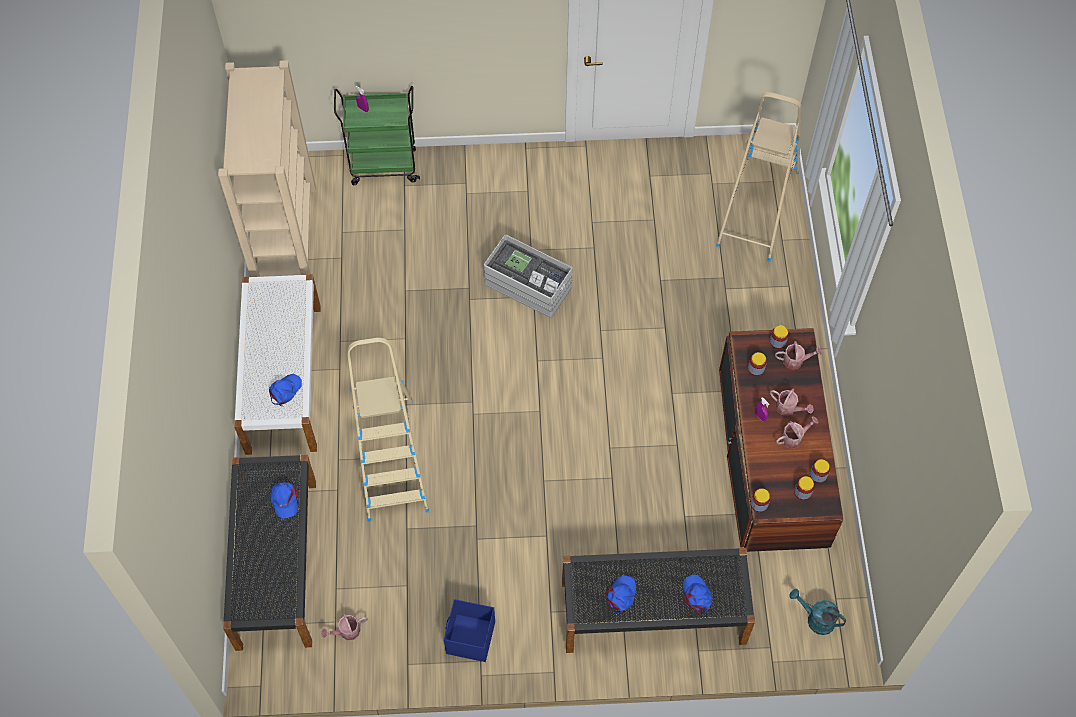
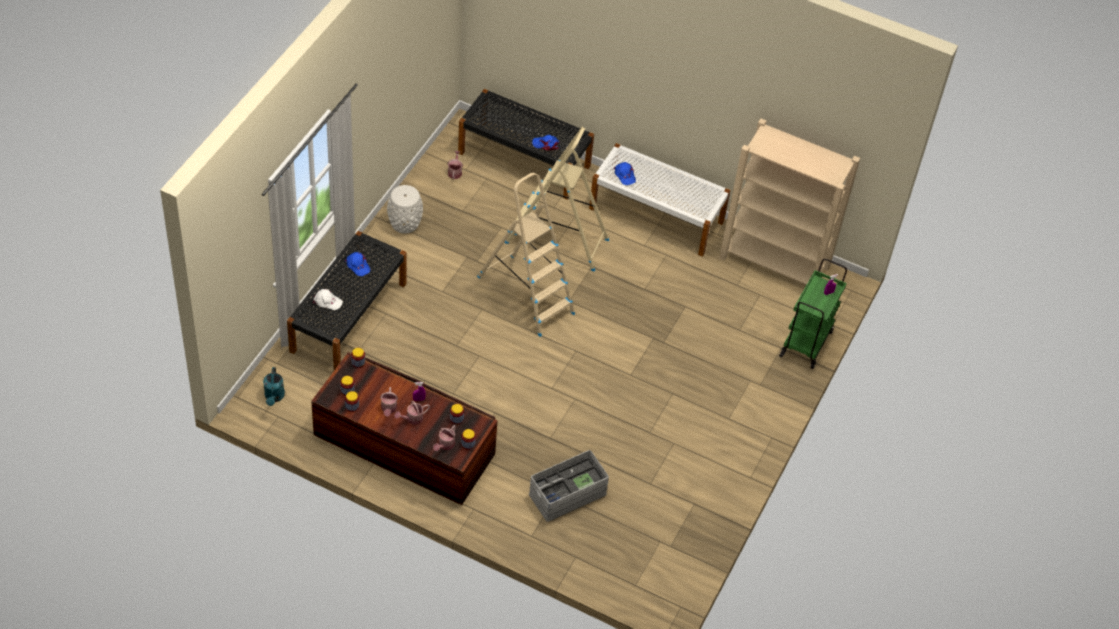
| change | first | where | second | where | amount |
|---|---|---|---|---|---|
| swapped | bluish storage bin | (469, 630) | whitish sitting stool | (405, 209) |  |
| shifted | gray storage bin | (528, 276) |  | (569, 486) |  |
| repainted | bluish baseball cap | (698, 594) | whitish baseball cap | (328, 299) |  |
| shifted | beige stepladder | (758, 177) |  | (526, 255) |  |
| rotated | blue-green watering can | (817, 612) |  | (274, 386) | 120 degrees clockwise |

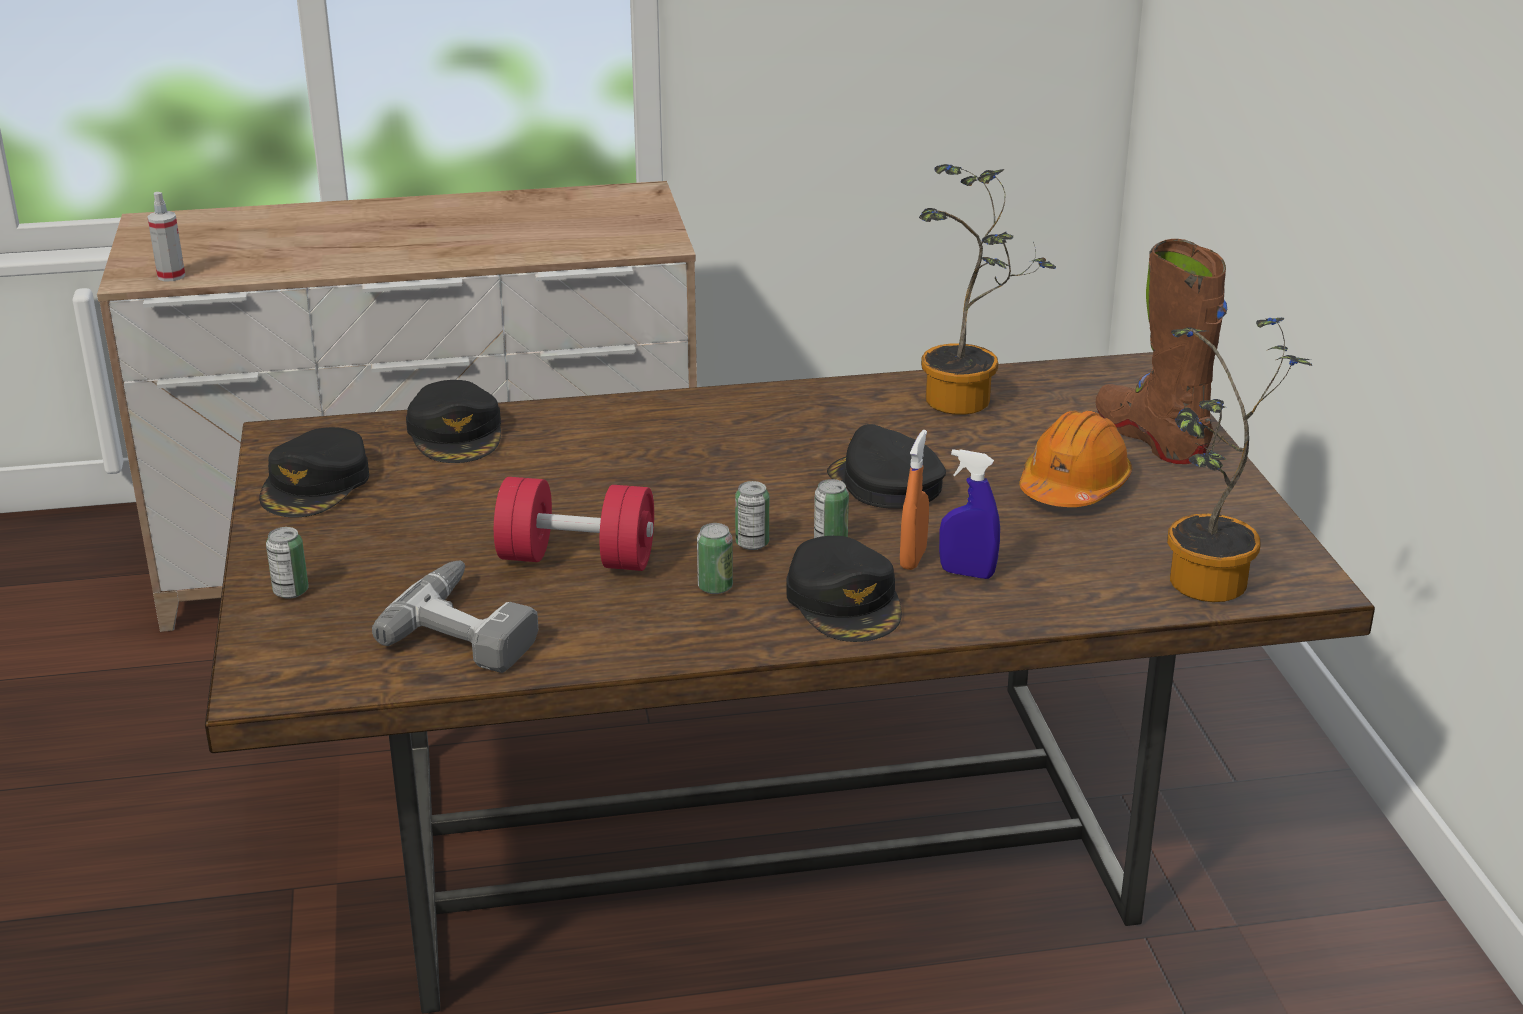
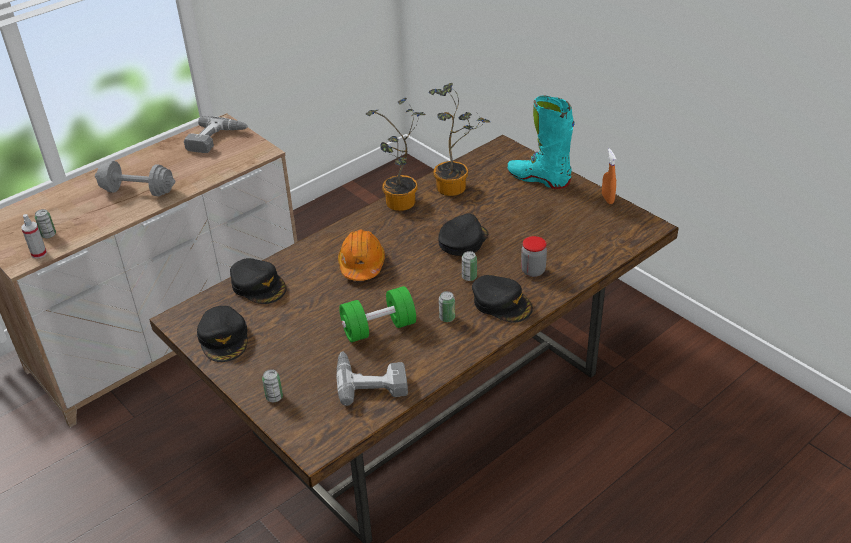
| change | first | where | second | where | amount |
|---|---|---|---|---|---|
| repainted | reddish free weight | (574, 524) | green free weight | (377, 314) |  |
| shifted | sealed can | (752, 515) |  | (45, 223) |  |
| rotated | black baseball cap | (886, 466) |  | (463, 235) | 105 degrees clockwise |
| shifted | orange hand sprayer | (914, 500) |  | (609, 176) |  |
| swapped | bluish hand sprayer | (969, 514) | storage jar | (534, 256) |  |
| shifted | orange hard hat | (1075, 458) |  | (361, 255) |  |
| repainted | brown tall boot | (1161, 351) | blue-green tall boot | (541, 142) |  |
| shifted | houseplant | (1239, 460) |  | (396, 154) |  |
| new |  |  | gray free weight | (135, 178) |  |
| new |  |  | drill | (216, 134) |  |

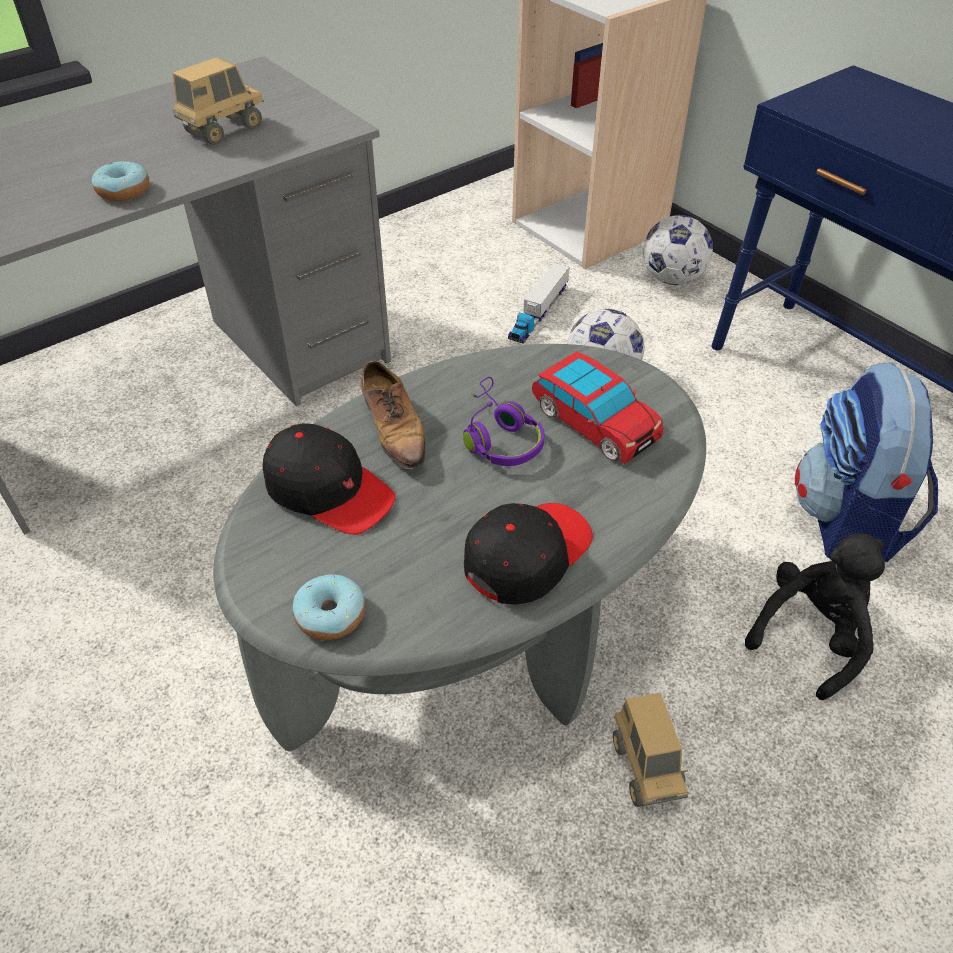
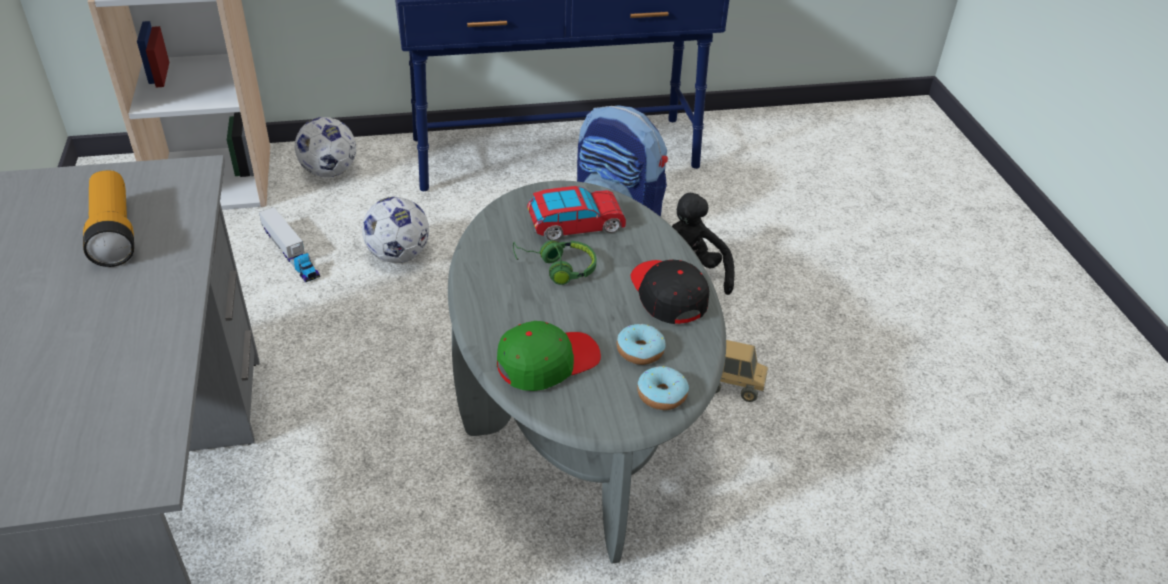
| change | first | where | second | where | amount |
|---|---|---|---|---|---|
| shifted | ring doughnut | (120, 181) |  | (641, 344) |  |
| swapped | model truck | (218, 101) | hand torch | (108, 218) |  |
| repainted | black baseball cap | (329, 479) | green baseball cap | (549, 356) |  |
| gone | shoe | (393, 415) |  |  |  |
| repainted | purple-coloured pair of headphones | (503, 421) | green pair of headphones | (554, 262) |  |

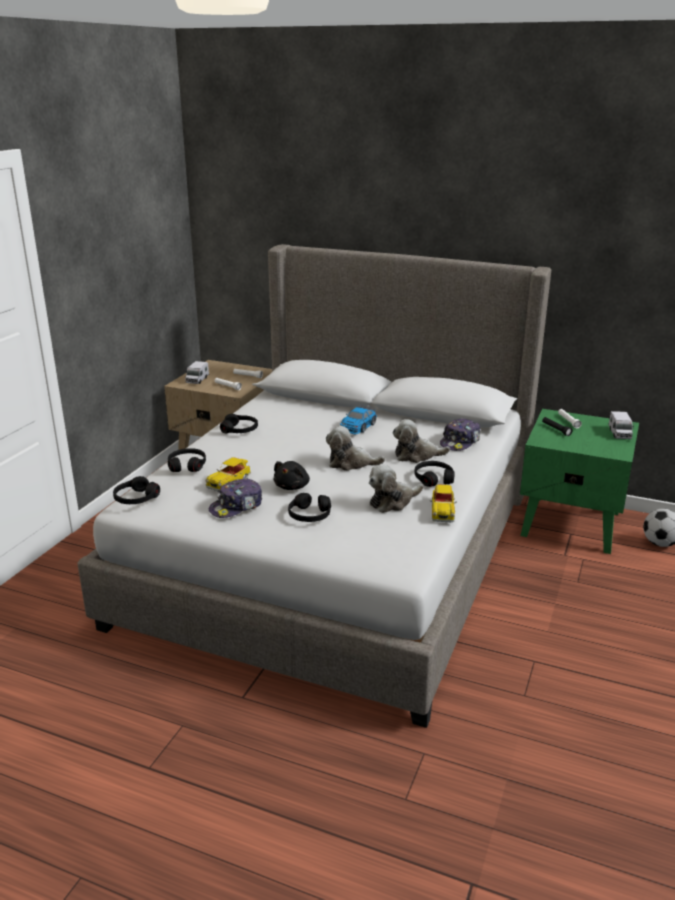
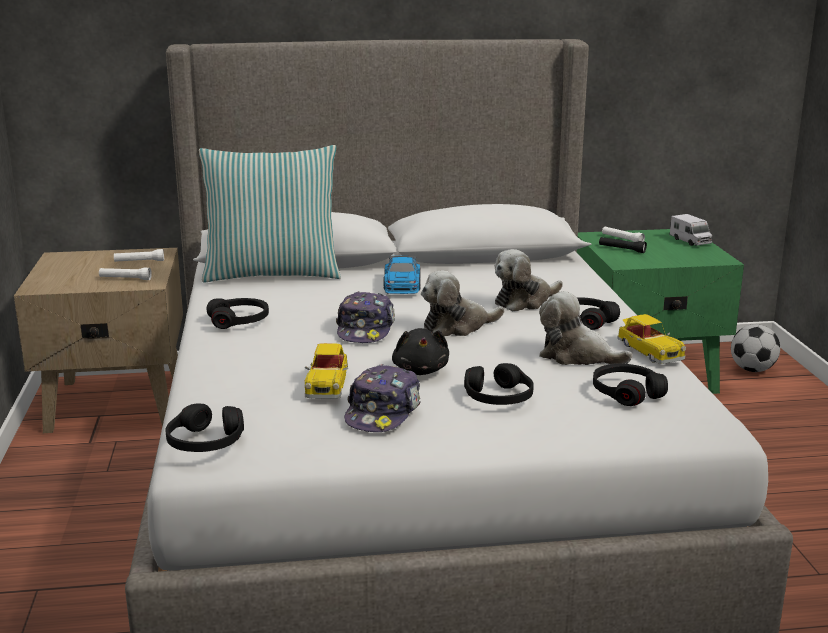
| change | first | where | second | where | amount |
|---|---|---|---|---|---|
| shifted | black pair of headphones | (187, 460) |  | (630, 384) |  |
| gone | model truck | (197, 372) |  |  |  |
| rotated | plush toy | (396, 489) |  | (586, 328) | 90 degrees clockwise |
| shifted | baseball cap | (460, 434) |  | (365, 317) |  |
| new |  |  | cushion | (270, 213) |  |

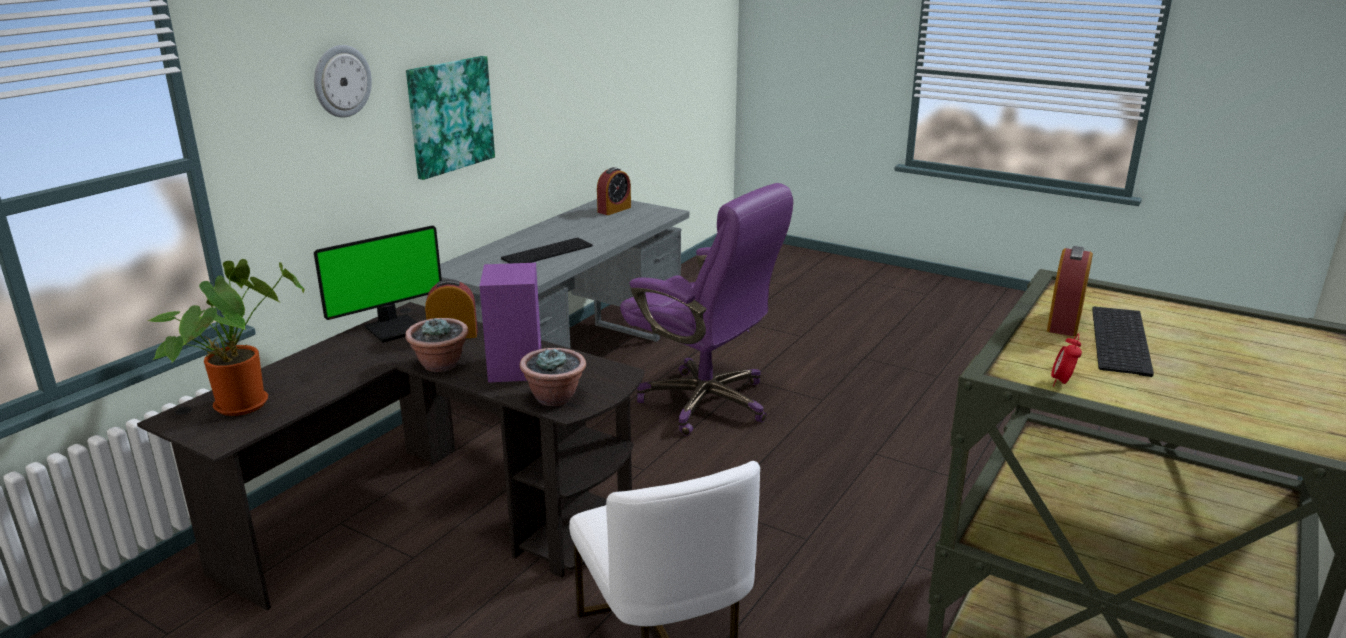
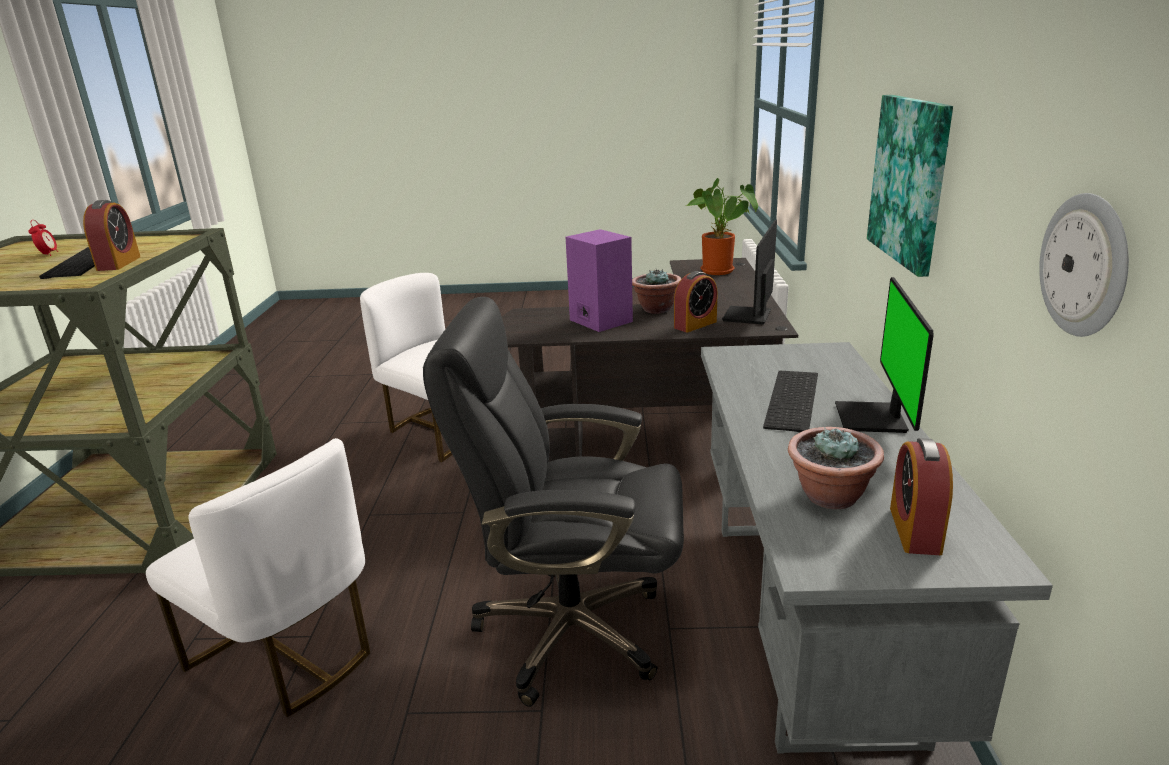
| change | first | where | second | where | amount |
|---|---|---|---|---|---|
| shifted | clock on the wall | (343, 81) |  | (1084, 265) |  |
| shifted | houseplant | (553, 377) |  | (836, 468) |  |
| repainted | purple-coloured office chair | (706, 309) | black office chair | (553, 502) |  |
| shifted | alarm clock | (1066, 360) |  | (44, 238) |  |
| new |  |  | whitish upright chair | (258, 577) |  |
| new |  |  | computer screen | (884, 355) |  |

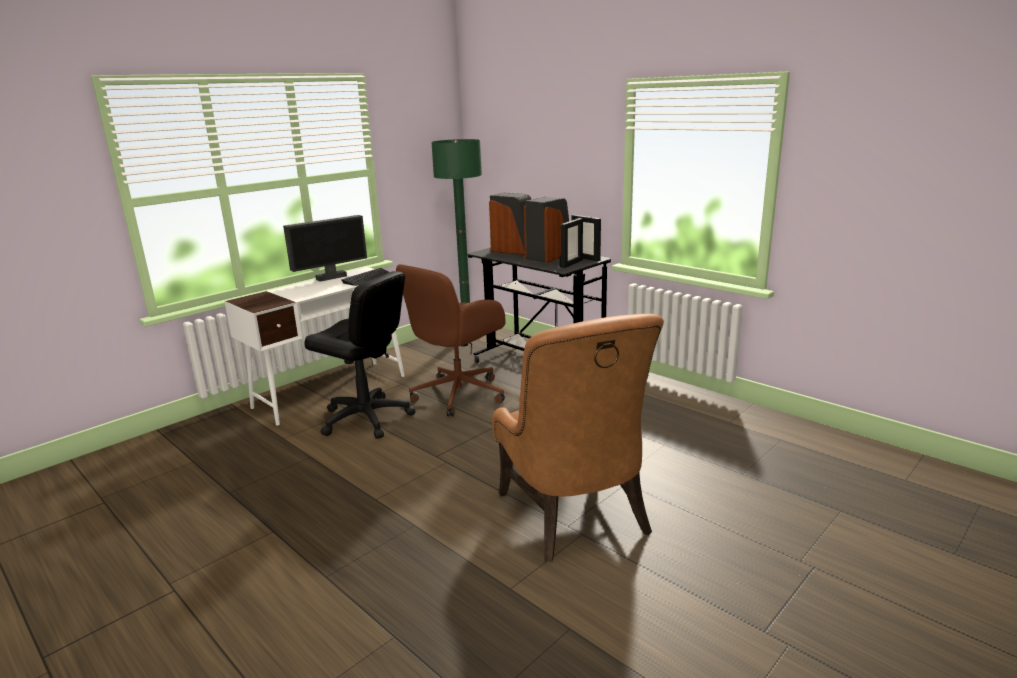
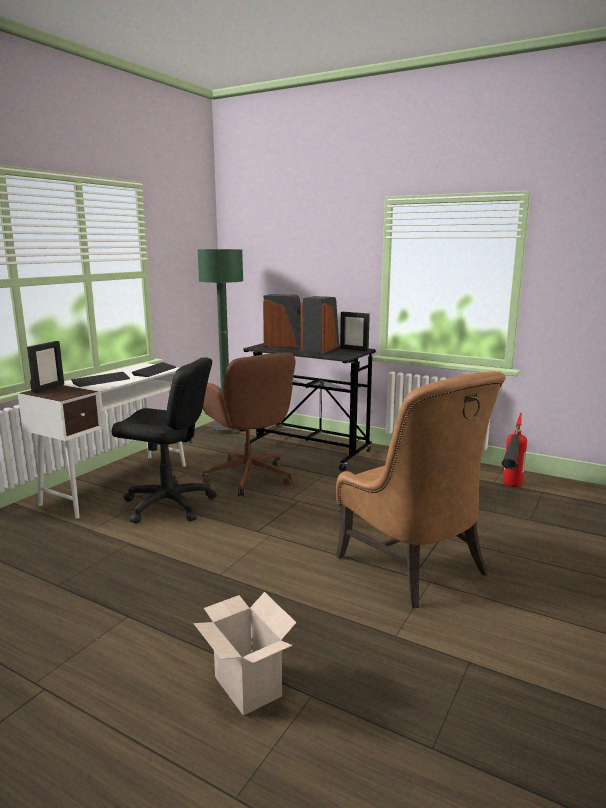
| change | first | where | second | where | amount |
|---|---|---|---|---|---|
| gone | computer screen | (325, 248) |  |  |  |
| rotated | brown office chair | (451, 340) |  | (249, 424) | 60 degrees counterclockwise |
| shifted | photo frame | (571, 243) |  | (45, 367) |  |
| new |  |  | PC keyboard | (100, 379) |  |
| new |  |  | packing box | (245, 654) |  |
| new |  |  | fire-fighting cylinder | (514, 450) |  |

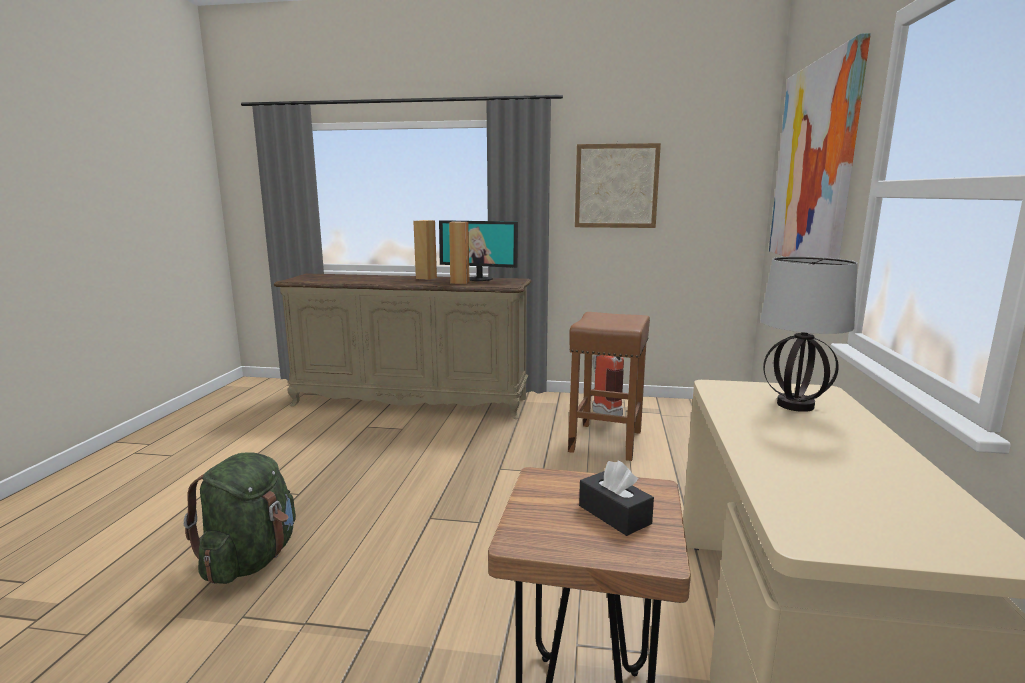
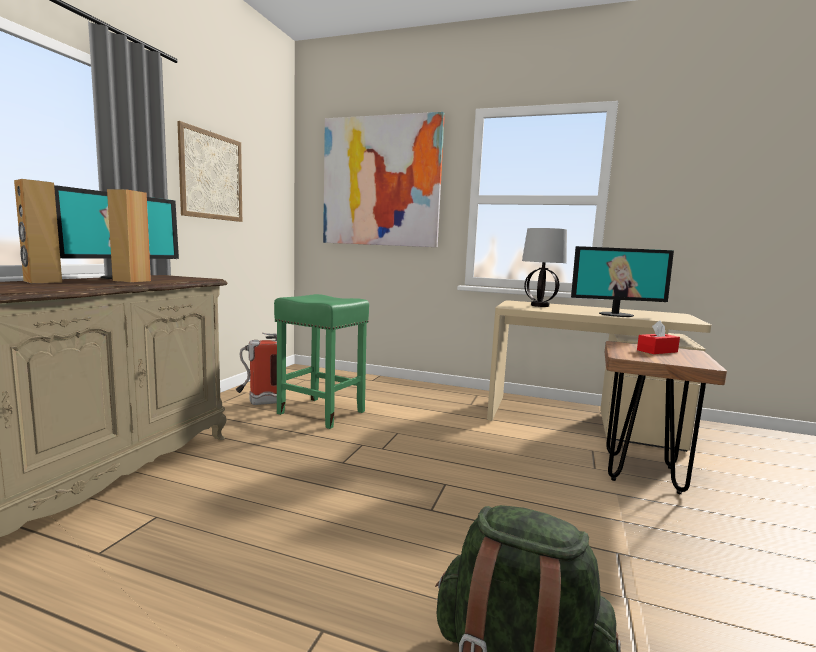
| change | first | where | second | where | amount |
|---|---|---|---|---|---|
| repainted | brown sitting stool | (609, 386) | green sitting stool | (321, 361) |  |
| repainted | black box of tissues | (616, 498) | reddish box of tissues | (658, 337) |  |
| new |  |  | computer screen | (622, 281) |  |

